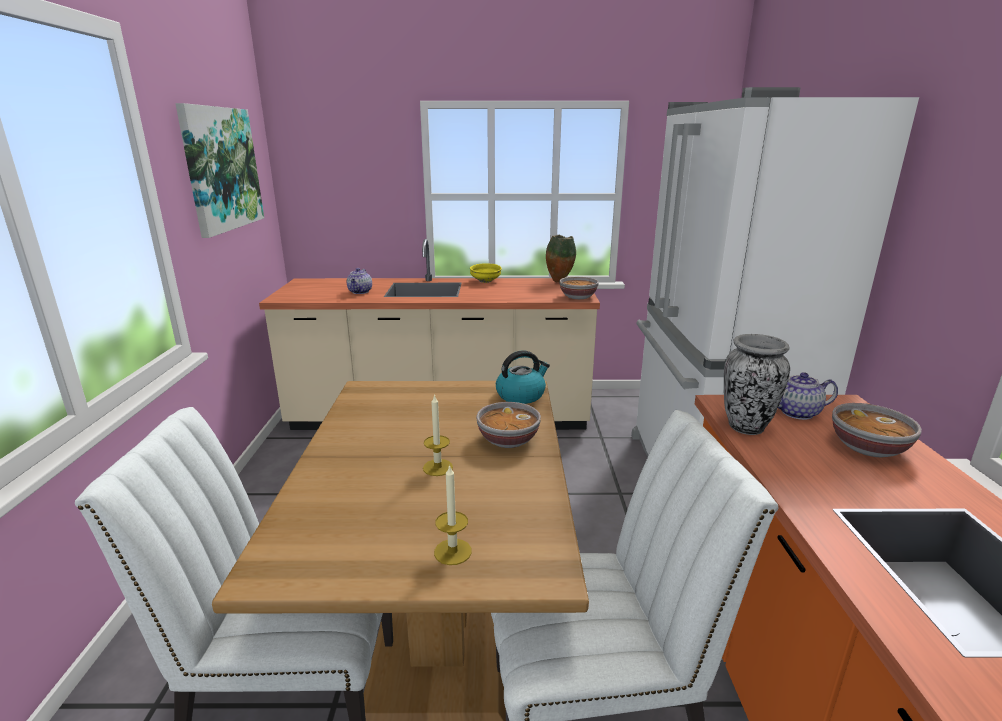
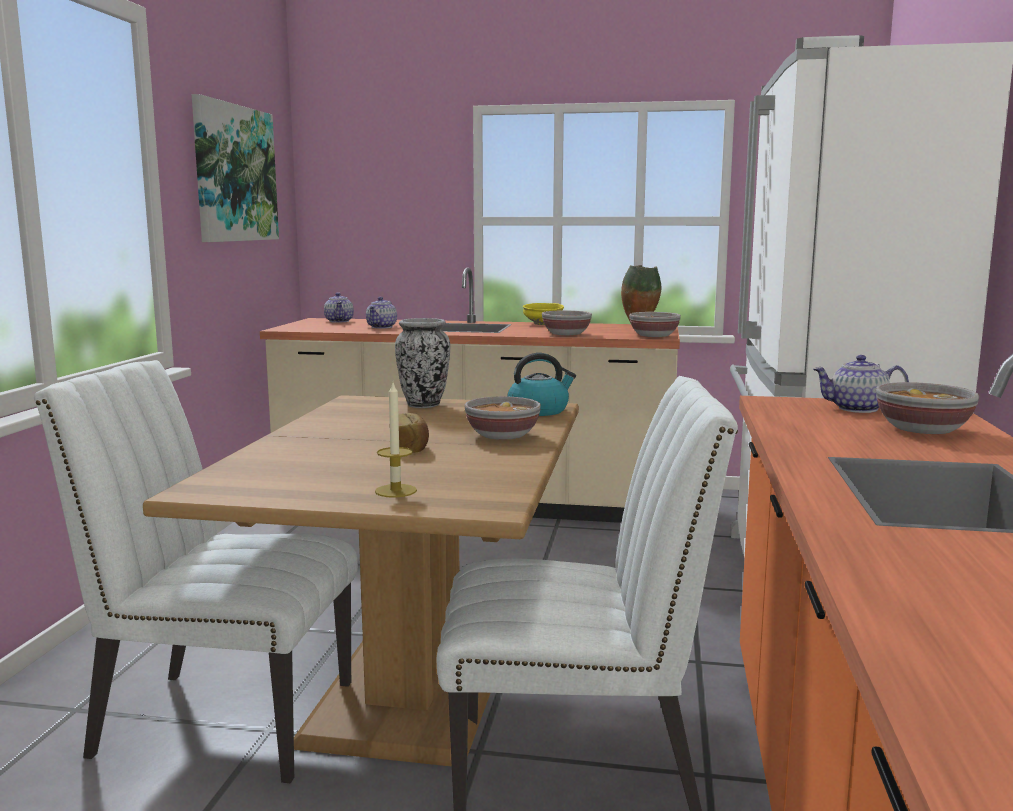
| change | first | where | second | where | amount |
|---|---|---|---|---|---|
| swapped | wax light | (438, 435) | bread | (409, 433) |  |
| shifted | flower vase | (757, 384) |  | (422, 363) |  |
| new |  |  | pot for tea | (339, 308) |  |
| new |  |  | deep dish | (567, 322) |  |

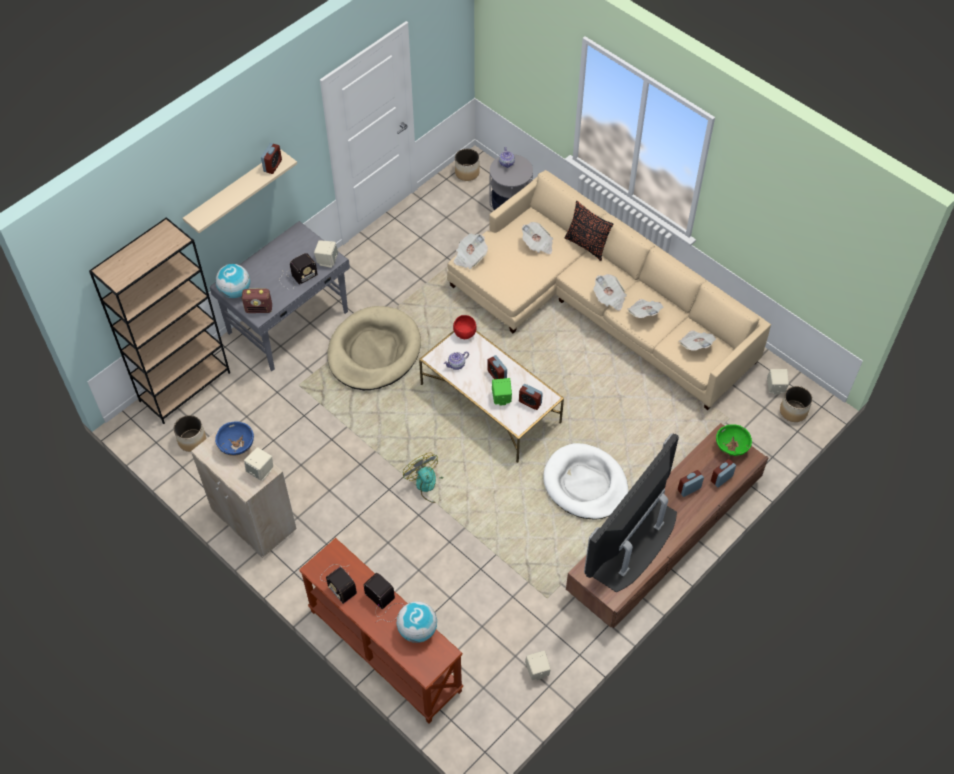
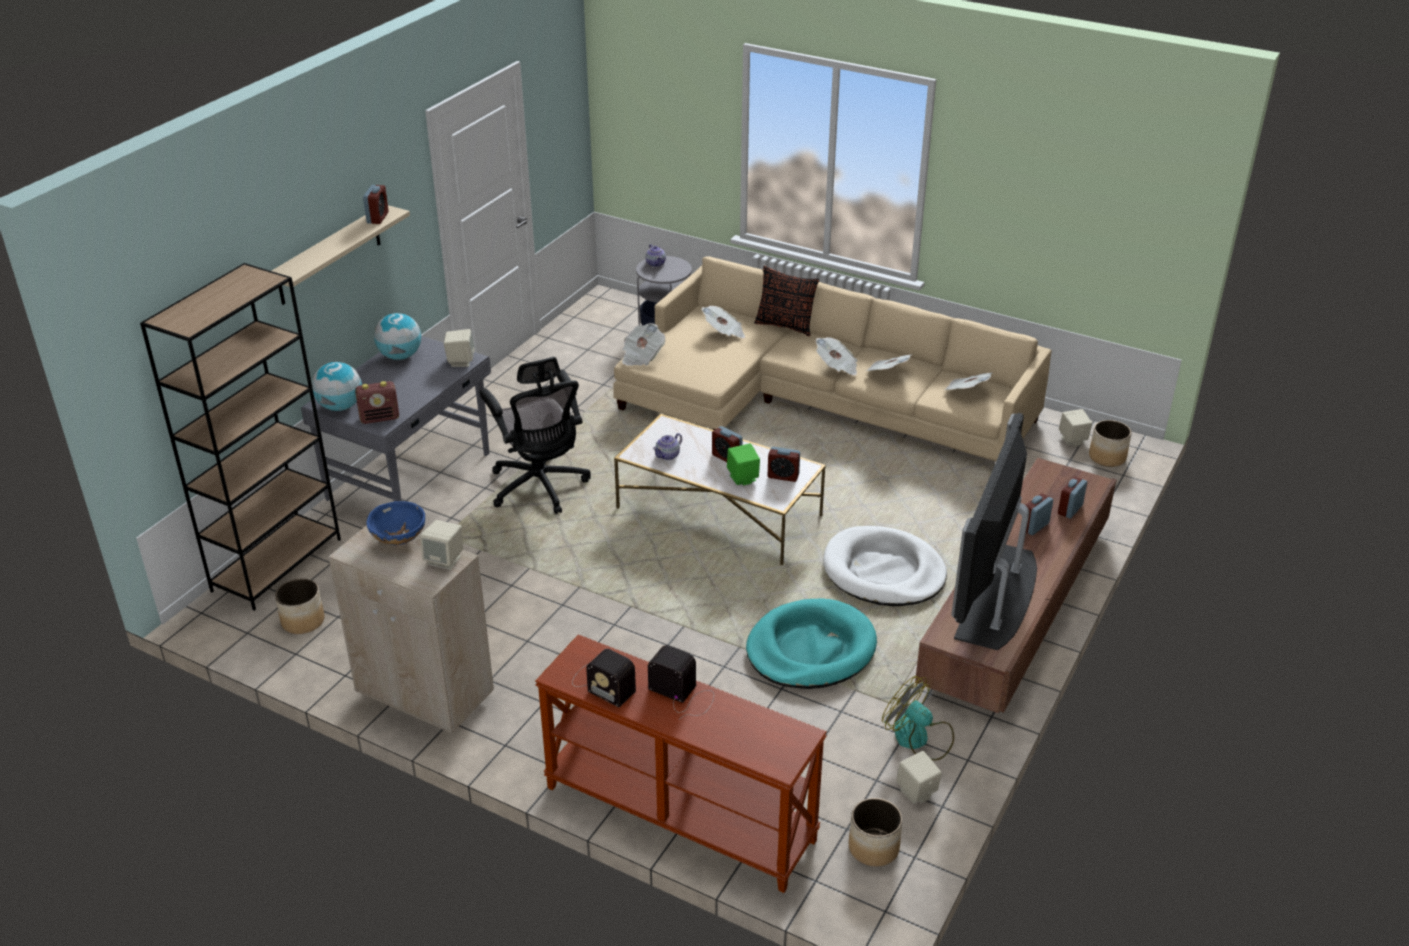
| change | first | where | second | where | amount |
|---|---|---|---|---|---|
| gone | radio receiver | (298, 271) |  |  |  |
| swapped | beige dog bed | (374, 348) | office chair | (535, 435) |  |
| shifted | world globe | (417, 622) |  | (397, 336) |  |
| shifted | cooling fan | (423, 478) |  | (918, 718) |  |
| gone | reddish deep dish | (465, 327) |  |  |  |
| shifted | flower pot | (467, 165) |  | (875, 832) |  |
| gone | green deep dish | (734, 440) |  |  |  |
| new |  |  | blue-green dog bed | (811, 643) |  |

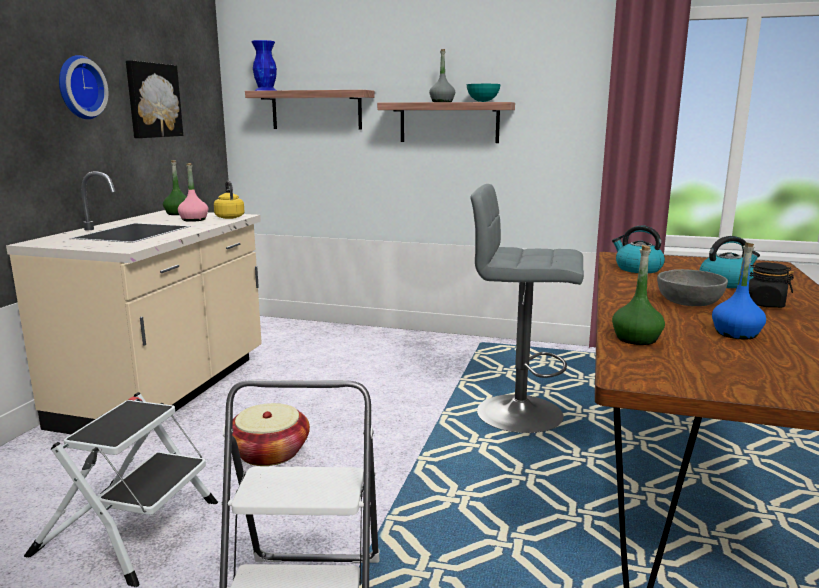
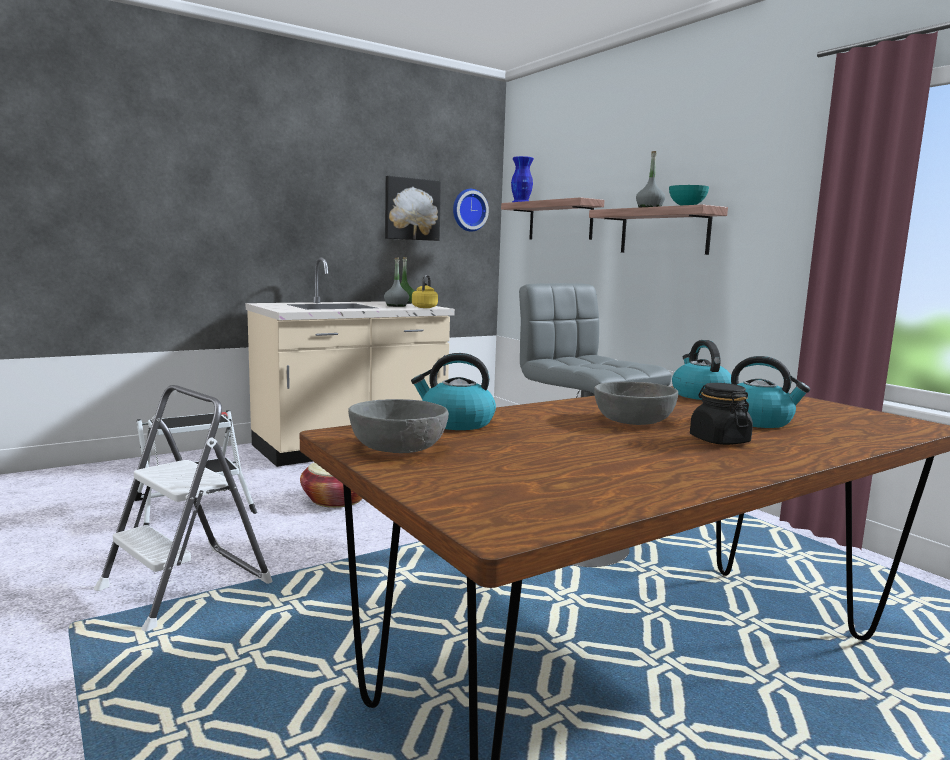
| change | first | where | second | where | amount |
|---|---|---|---|---|---|
| shifted | clock on the wall | (83, 87) |  | (471, 210) |  |
| repainted | pink-coloured bottle | (193, 192) | gray bottle | (396, 282) |  |
| swapped | green bottle | (638, 295) | water kettle | (453, 391) |  |
| gone | bluish bottle | (739, 291) |  |  |  |
| new |  |  | gray deep dish | (398, 426) |  |

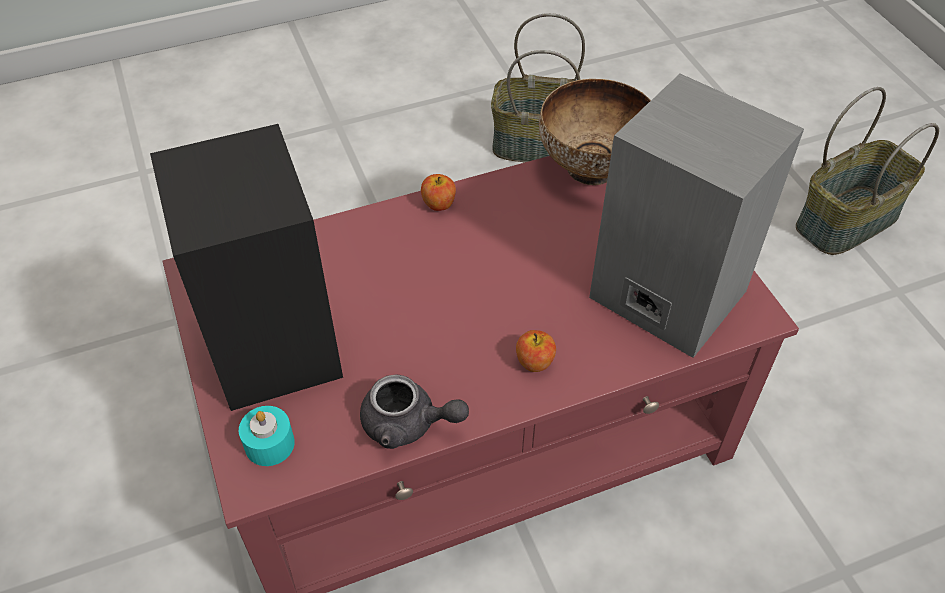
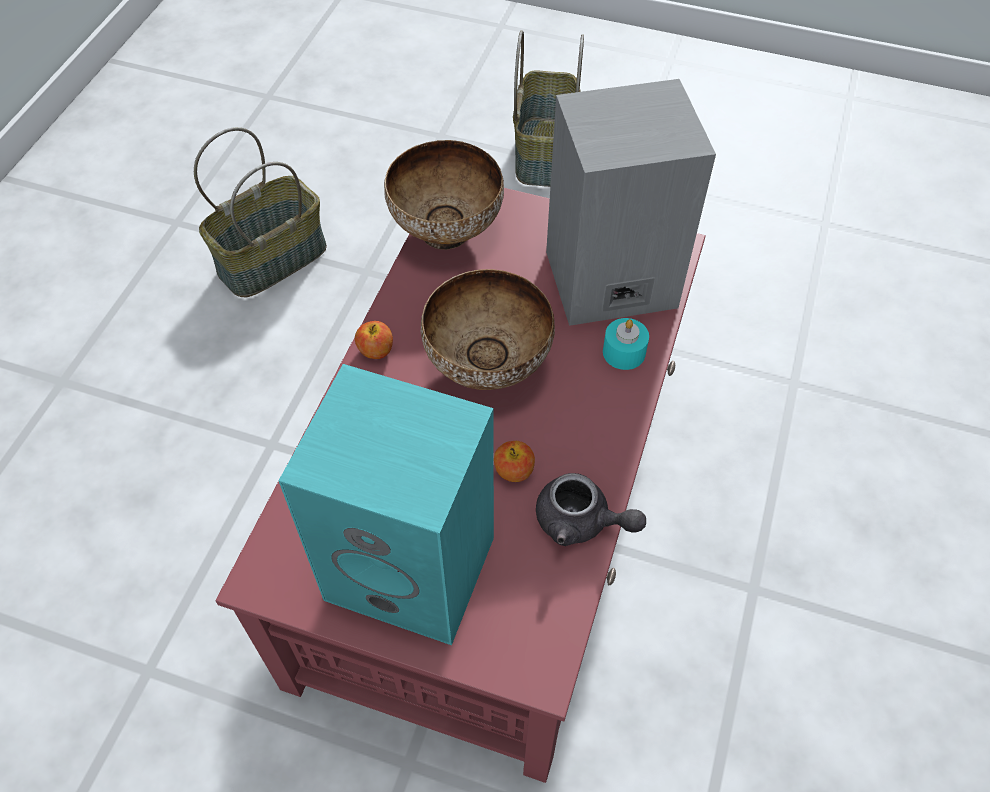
| change | first | where | second | where | amount |
|---|---|---|---|---|---|
| repainted | black loudspeaker | (246, 267) | blue-green loudspeaker | (386, 504) |  |
| shifted | blue-green wax light | (267, 436) |  | (626, 344) |  |
| rotated | gray pot for tea | (414, 412) |  | (591, 509) | 60 degrees clockwise |
| shifted | apple | (536, 351) |  | (514, 461) |  |
| new |  |  | deep dish | (488, 329) |  |

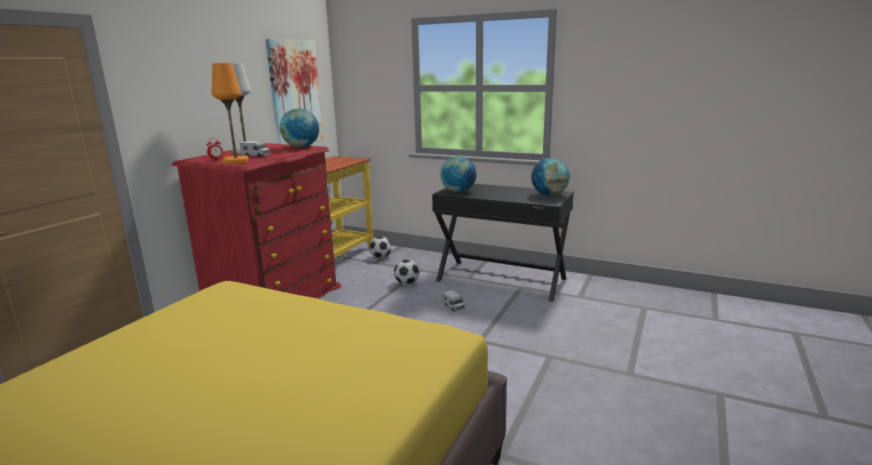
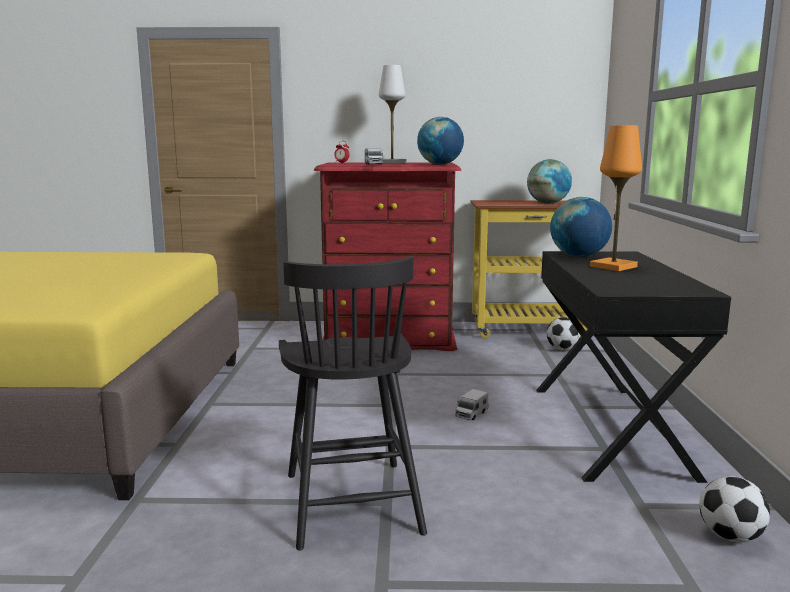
| change | first | where | second | where | amount |
|---|---|---|---|---|---|
| shifted | orange lamp for a table | (230, 113) |  | (616, 198) |  |
| gone | picture | (294, 92) |  |  |  |
| shifted | ball for football | (406, 272) |  | (735, 509) |  |
| shifted | world globe | (550, 177) |  | (549, 181) |  |
| new |  |  | black upright chair | (353, 403) |  |

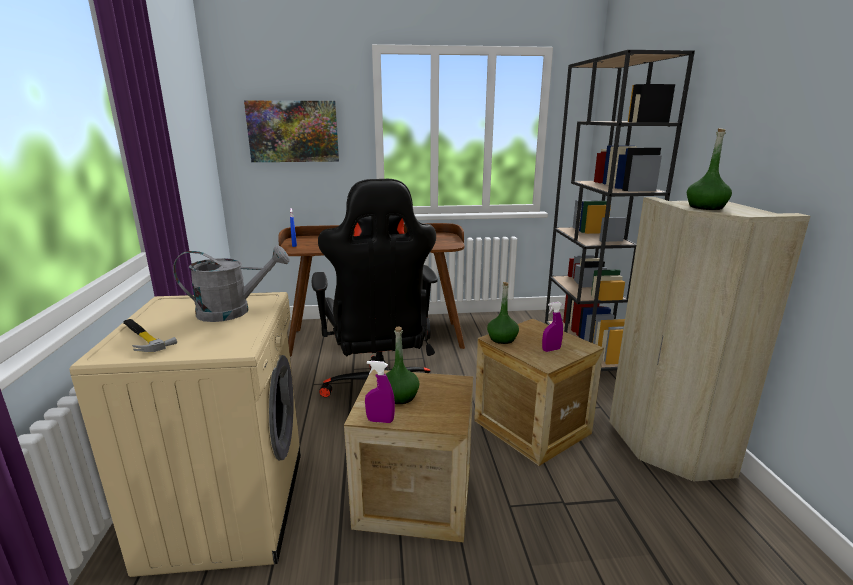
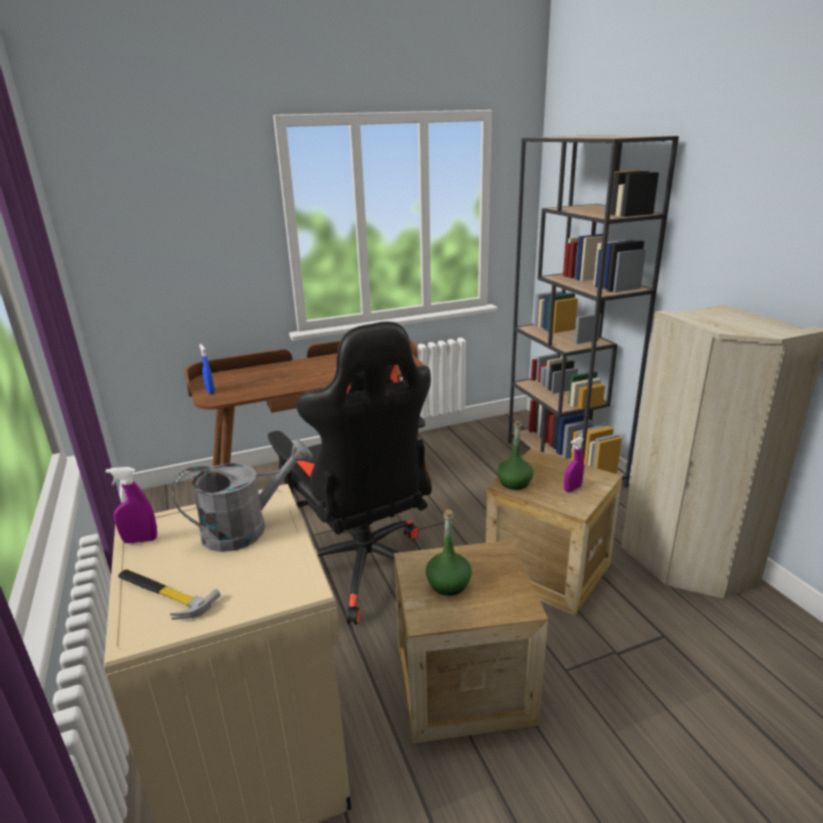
| change | first | where | second | where | amount |
|---|---|---|---|---|---|
| gone | picture | (291, 131) |  |  |  |
| shifted | purple-coloured hand sprayer | (380, 392) |  | (131, 505) |  |
| gone | green bottle | (709, 169) |  |  |  |

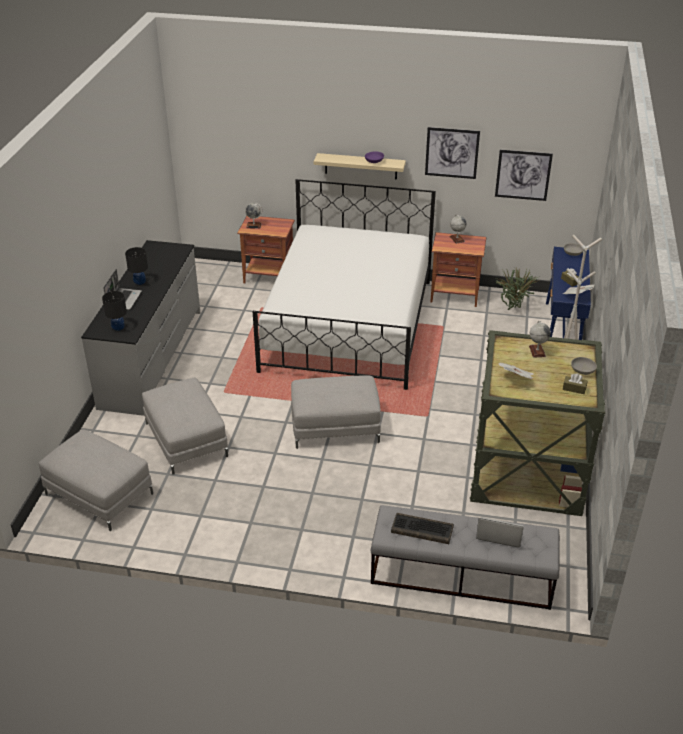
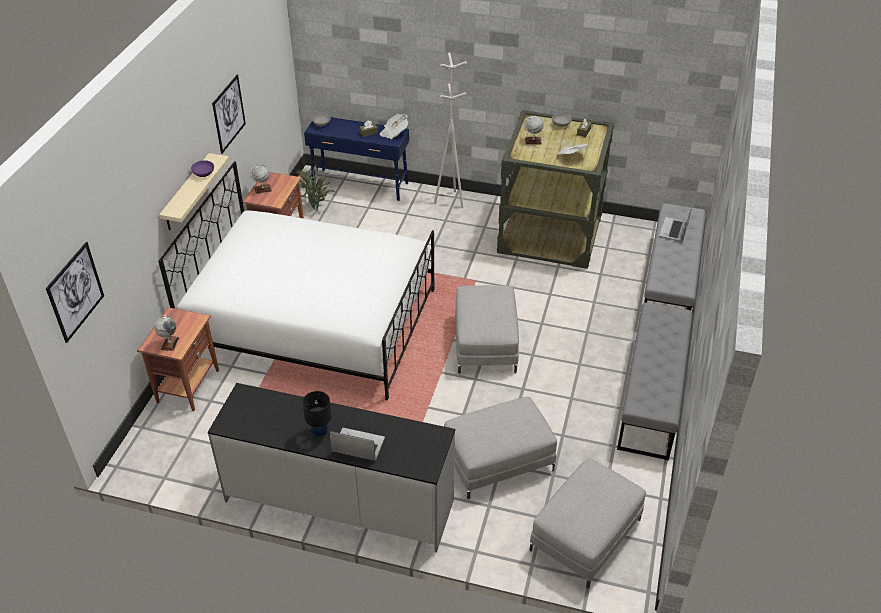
| change | first | where | second | where | amount |
|---|---|---|---|---|---|
| gone | black lamp for a table | (114, 311) |  |  |  |
| gone | PC keyboard | (422, 528) |  |  |  |
| shifted | picture | (524, 175) |  | (75, 292) |  |
| new |  |  | gray indoor bench | (655, 381) |  |

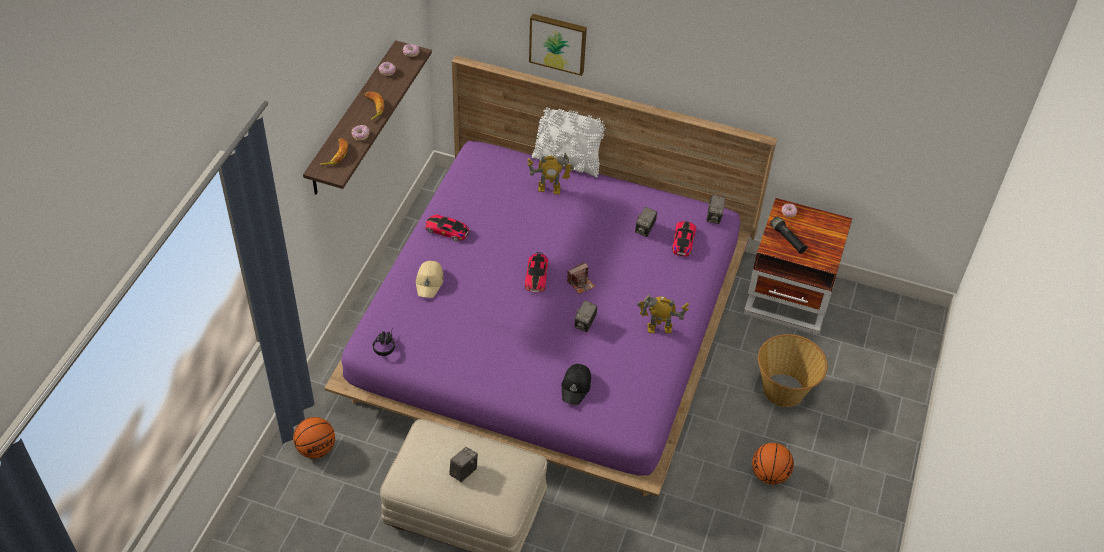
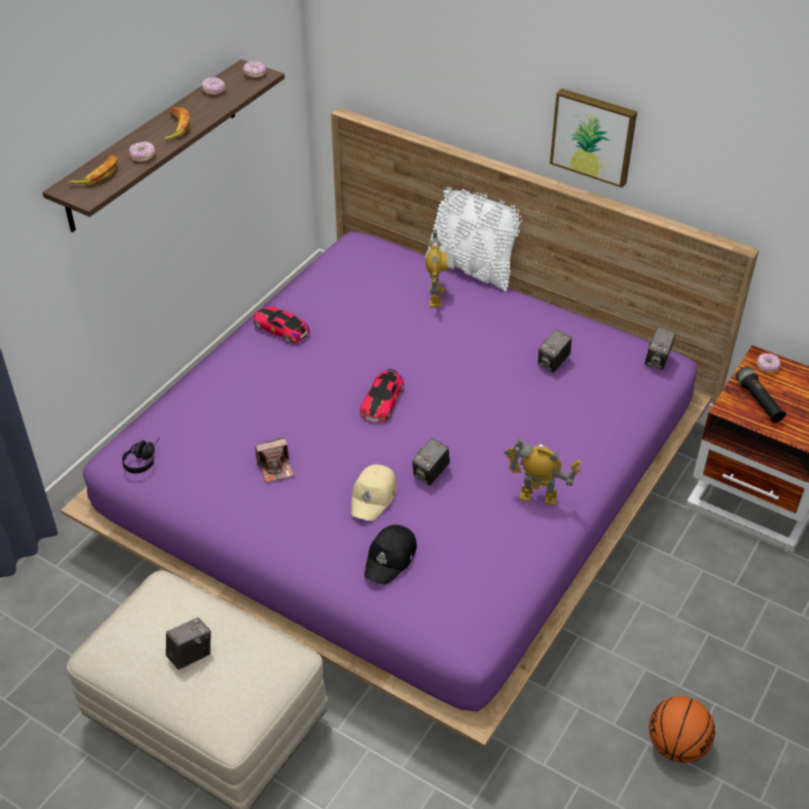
| change | first | where | second | where | amount |
|---|---|---|---|---|---|
| gone | ball for basketball | (314, 438) |  |  |  |
| shifted | beige baseball cap | (429, 279) |  | (374, 492) |  |
| rotated | model robot | (550, 173) |  | (436, 268) | 105 degrees counterclockwise |
| shifted | picture | (558, 45) |  | (593, 138) |  |
| shifted | photo camera | (581, 278) |  | (274, 460) |  |
| gone | miniature car | (684, 239) |  |  |  |
| gone | basket | (793, 370) |  |  |  |

